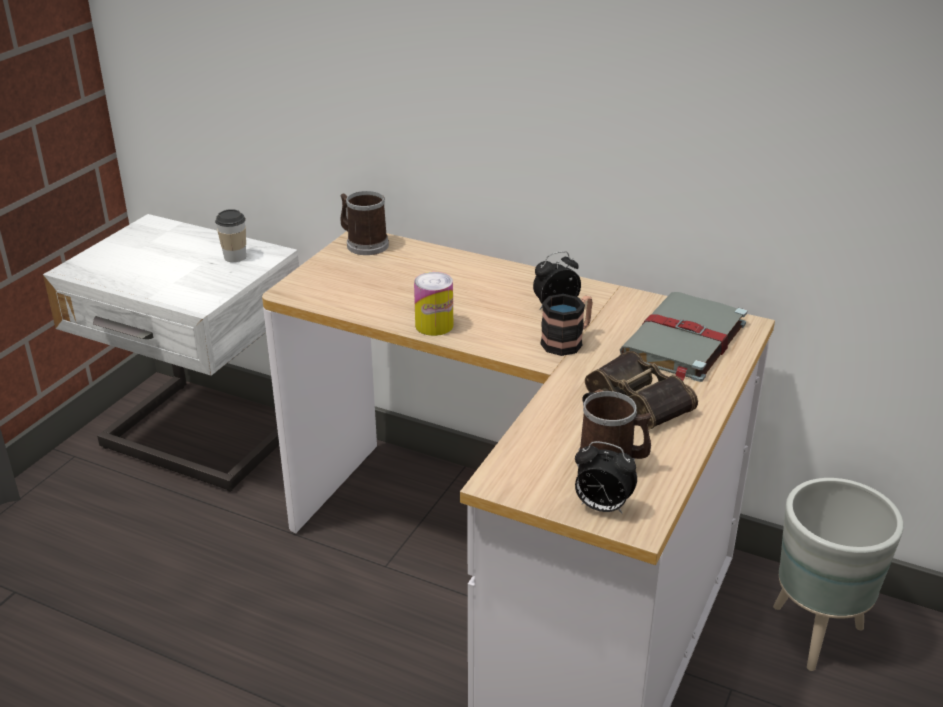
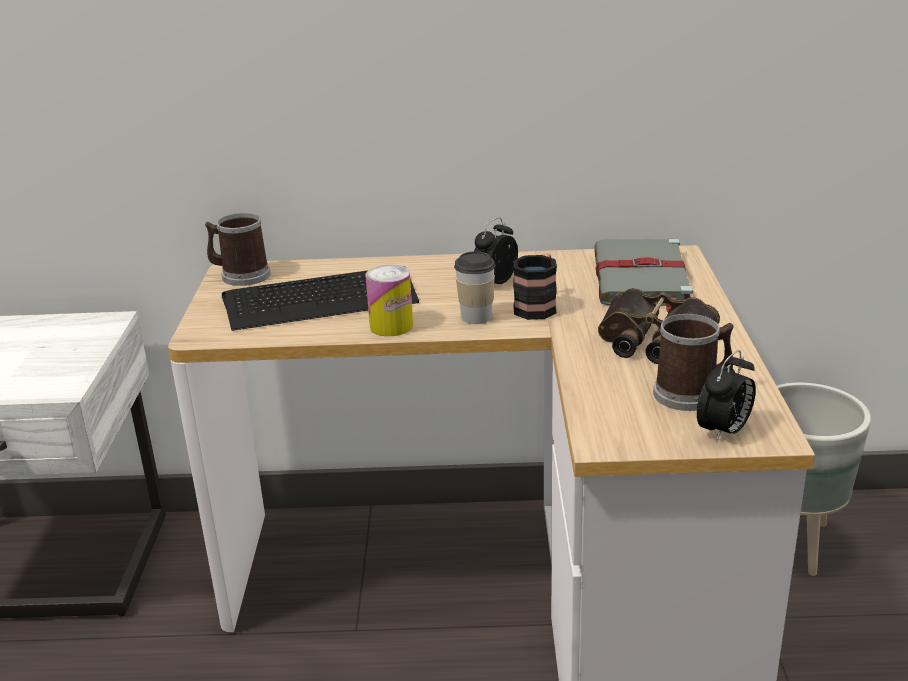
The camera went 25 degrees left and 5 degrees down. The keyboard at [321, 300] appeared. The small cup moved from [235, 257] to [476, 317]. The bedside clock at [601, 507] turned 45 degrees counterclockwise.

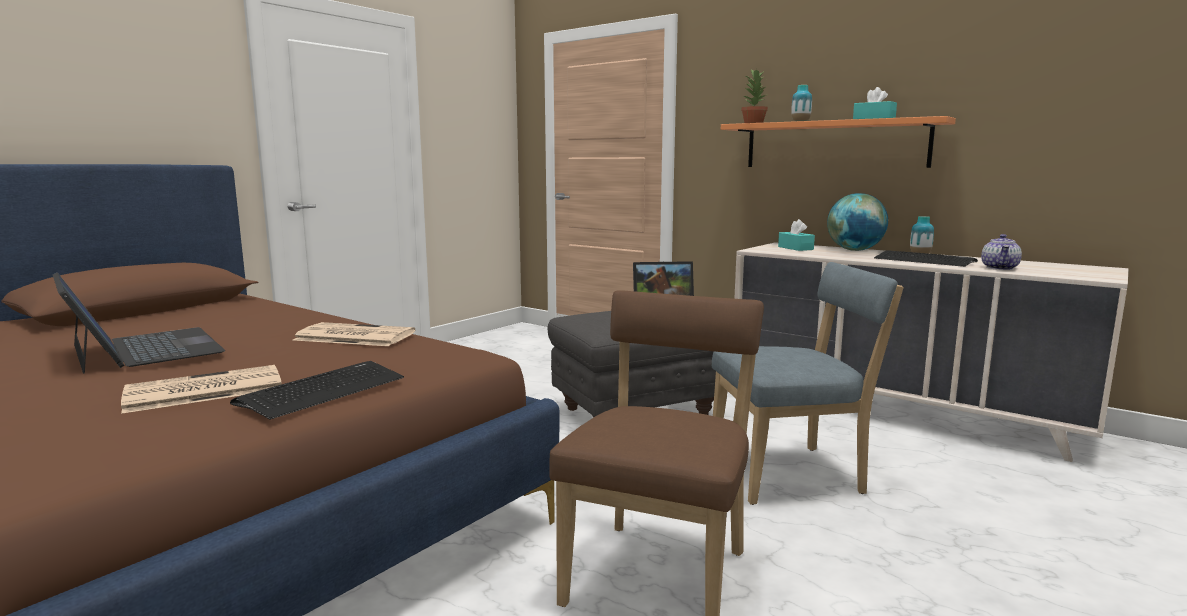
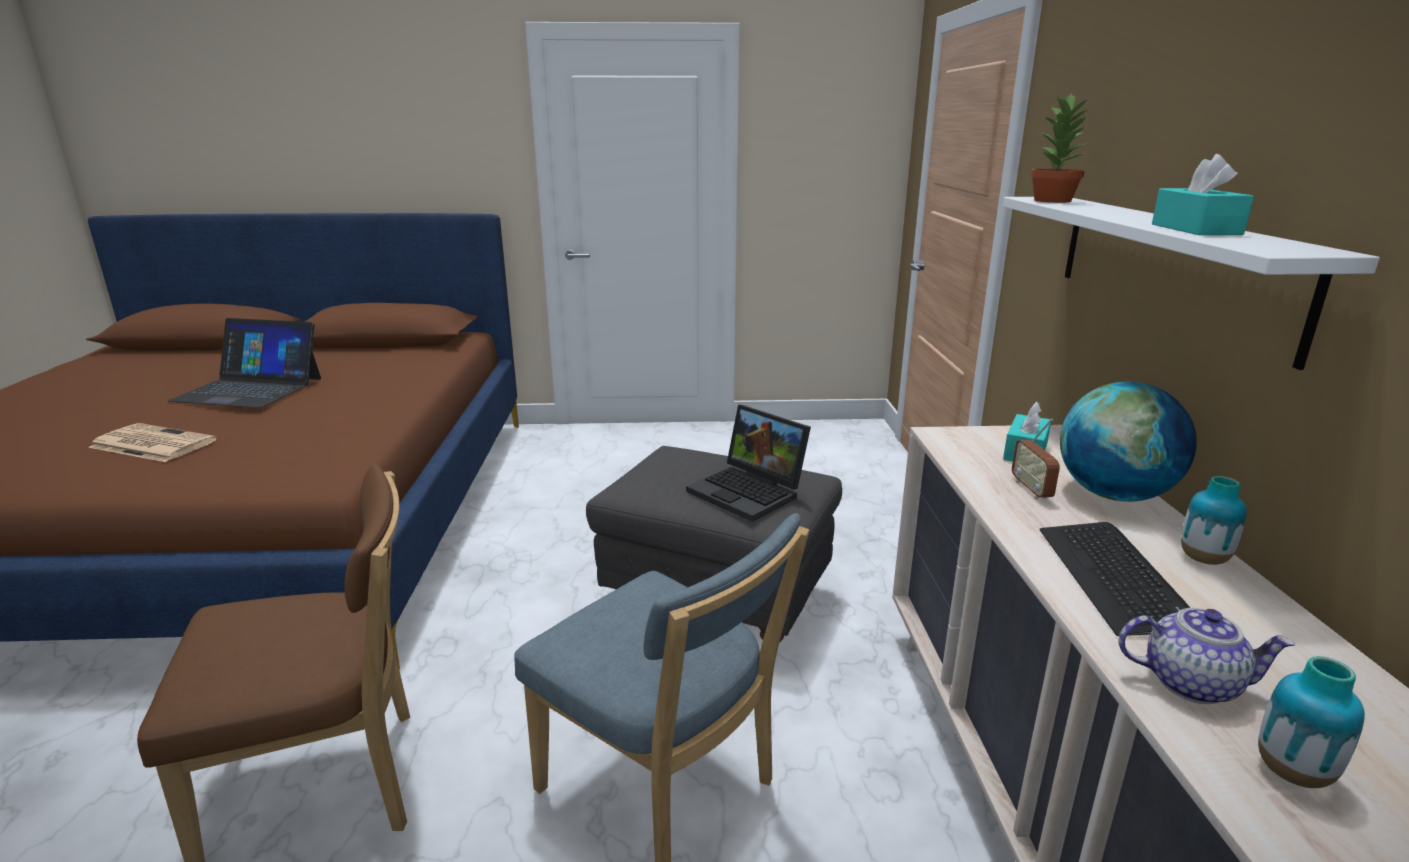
The camera went 50 degrees right and 10 degrees up. The keyboard at [323, 391] disappeared. The newspaper at [353, 336] disappeared. The radio set at [1031, 489] appeared. The flower vase moved from [800, 122] to [1292, 772]. The orange wall shelf at [834, 144] became the whitish wall shelf at [1168, 266]. The laptop at [143, 349] turned 90 degrees clockwise. The pot for tea at [1000, 268] turned 150 degrees counterclockwise.

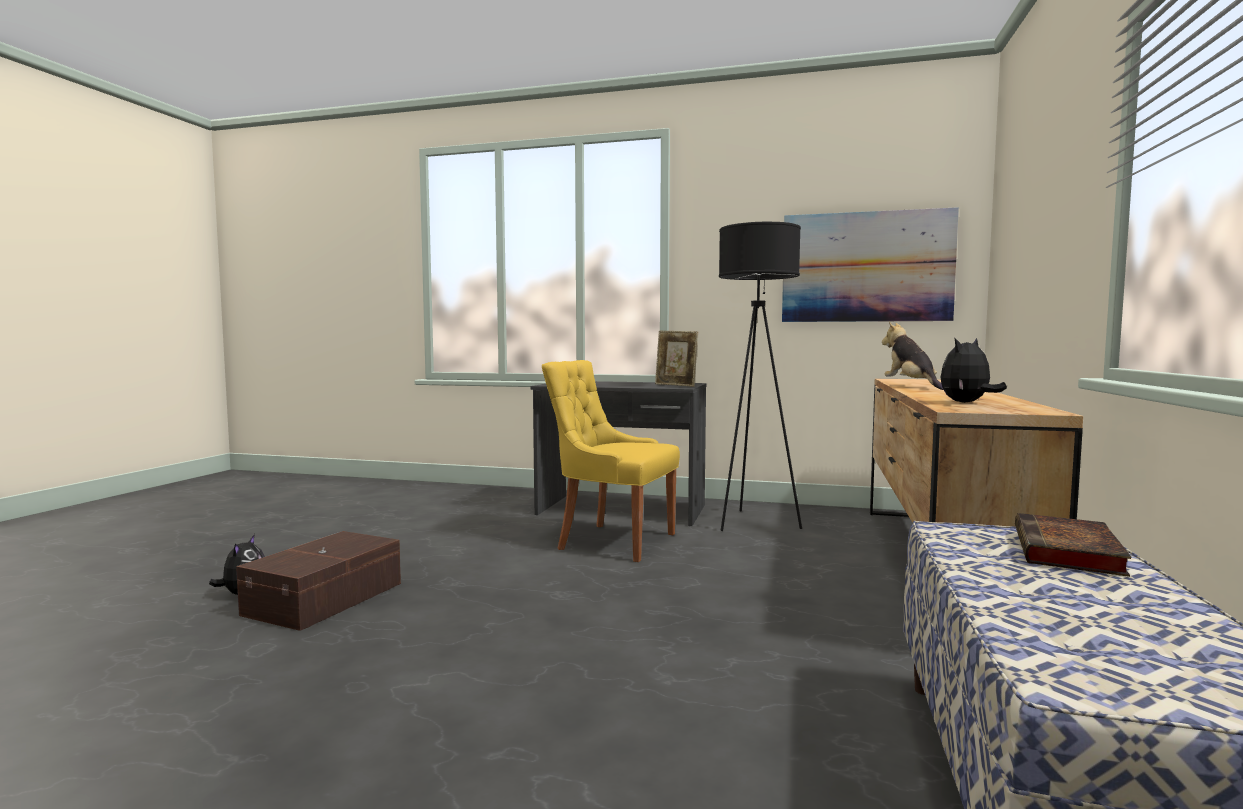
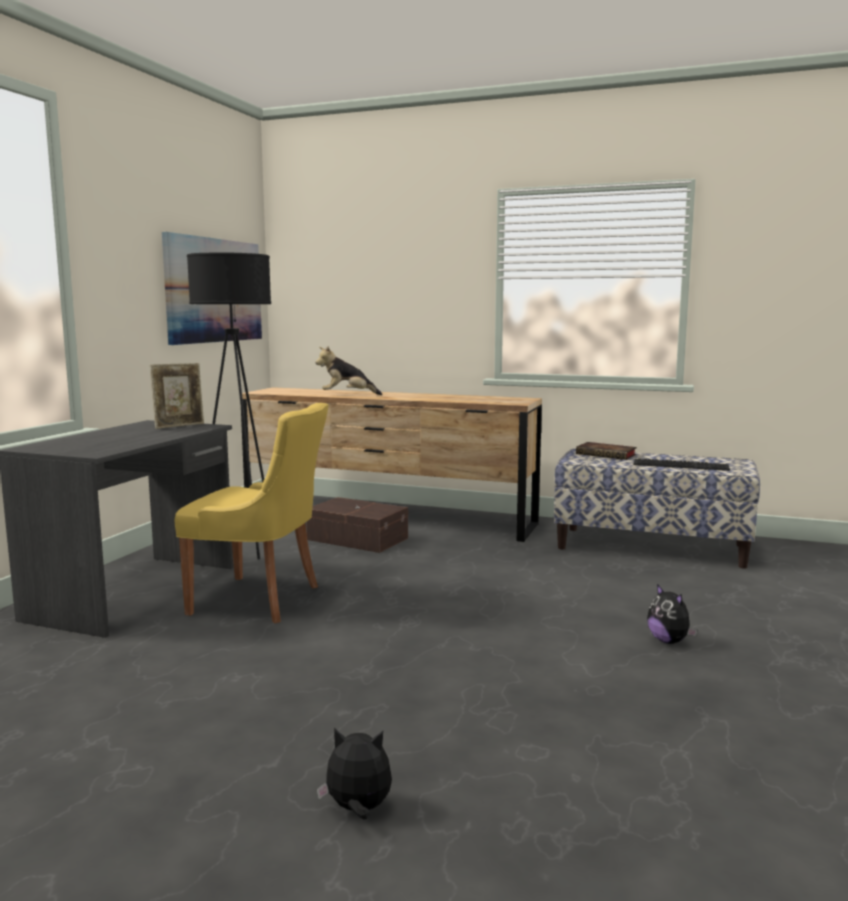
The camera went 85 degrees left and 5 degrees up. The keyboard at [681, 464] appeared. The brownish storage bin moved from [327, 598] to [357, 538]. The cuddly toy moved from [967, 403] to [669, 641]. The yellowish upright chair at [612, 541] turned 105 degrees counterclockwise.

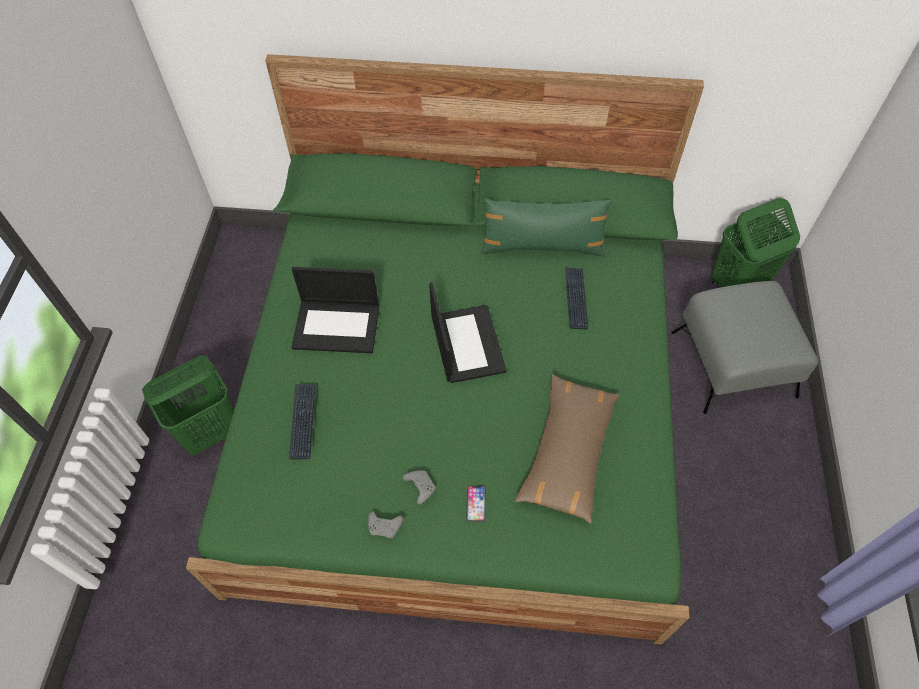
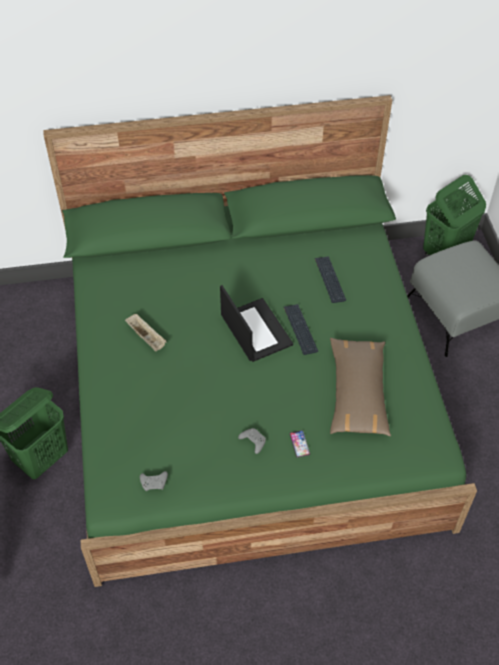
The camera went 15 degrees left and 5 degrees down. The green cushion at [542, 246] disappeared. The keyboard moved from [303, 421] to [300, 329]. The grey joypad moved from [385, 526] to [154, 483]. The laptop at [337, 326] was replaced by the sand-coloured serving tray at [147, 338].

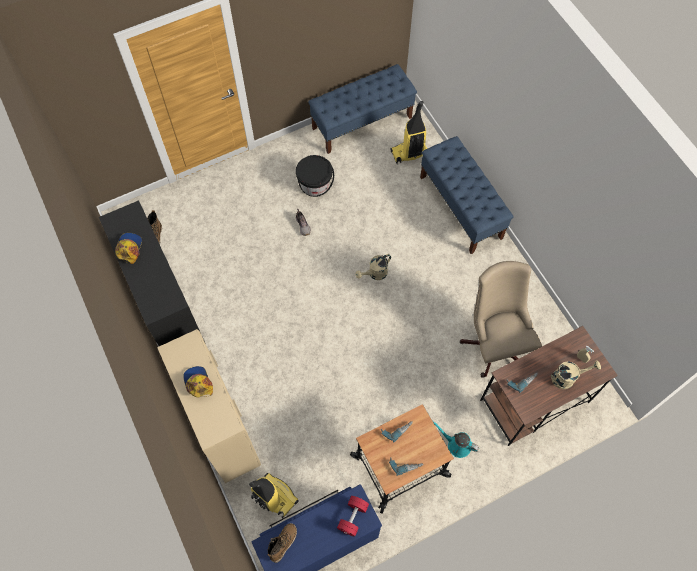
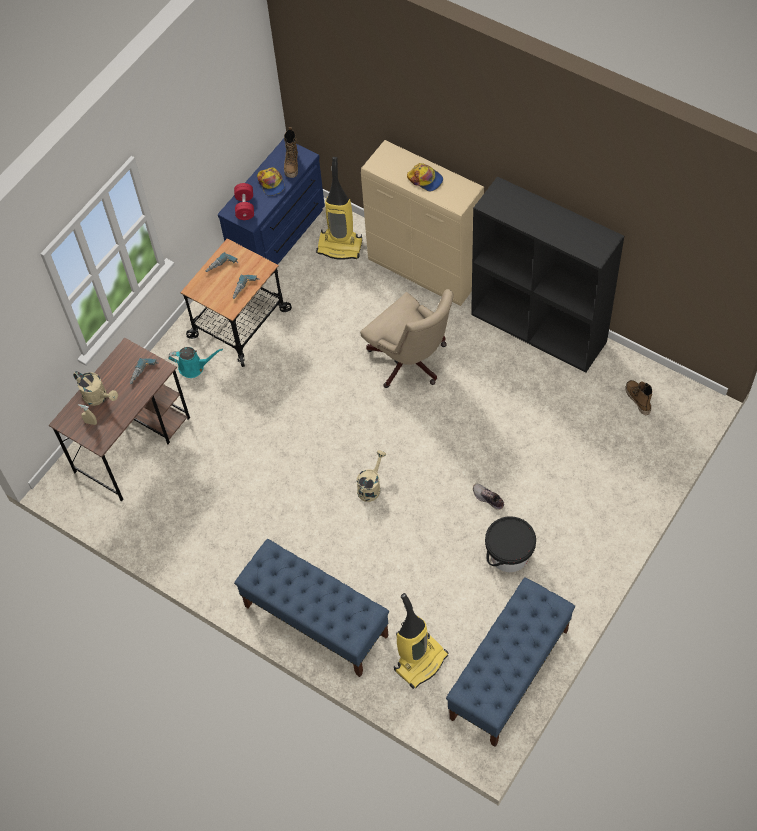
The camera went 155 degrees right and 5 degrees down. The peaked cap moved from [129, 248] to [271, 183]. The sand-coloured desk chair moved from [494, 342] to [411, 362]. The sand-coloured watering can at [567, 377] turned 105 degrees counterclockwise.

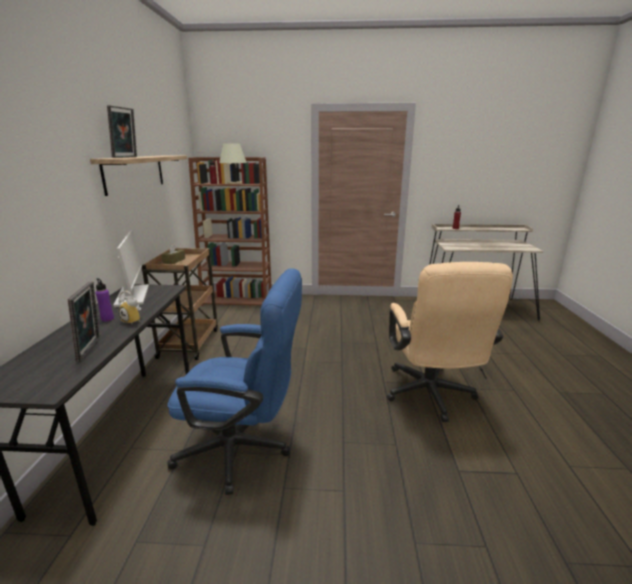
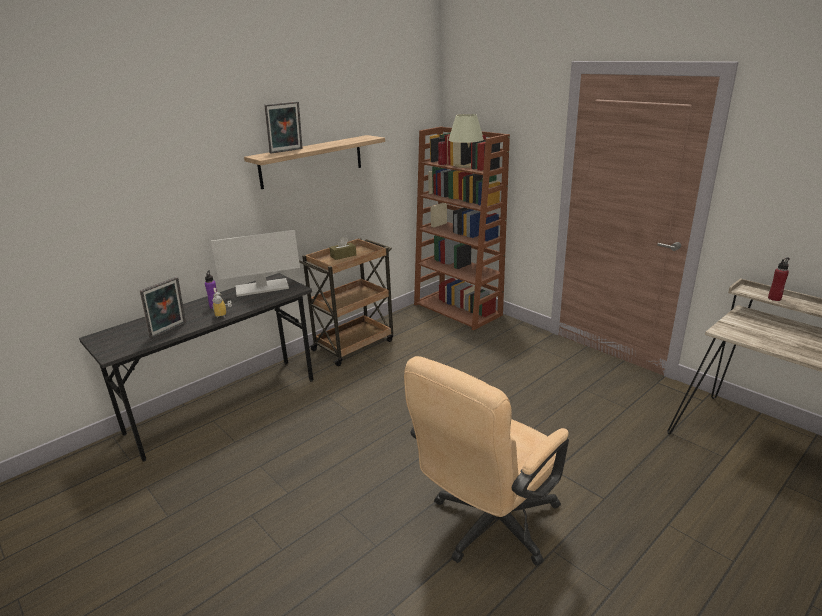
The camera went 45 degrees right and 5 degrees up. The blue desk chair at [243, 450] disappeared. The computer display at [132, 296] turned 45 degrees clockwise.

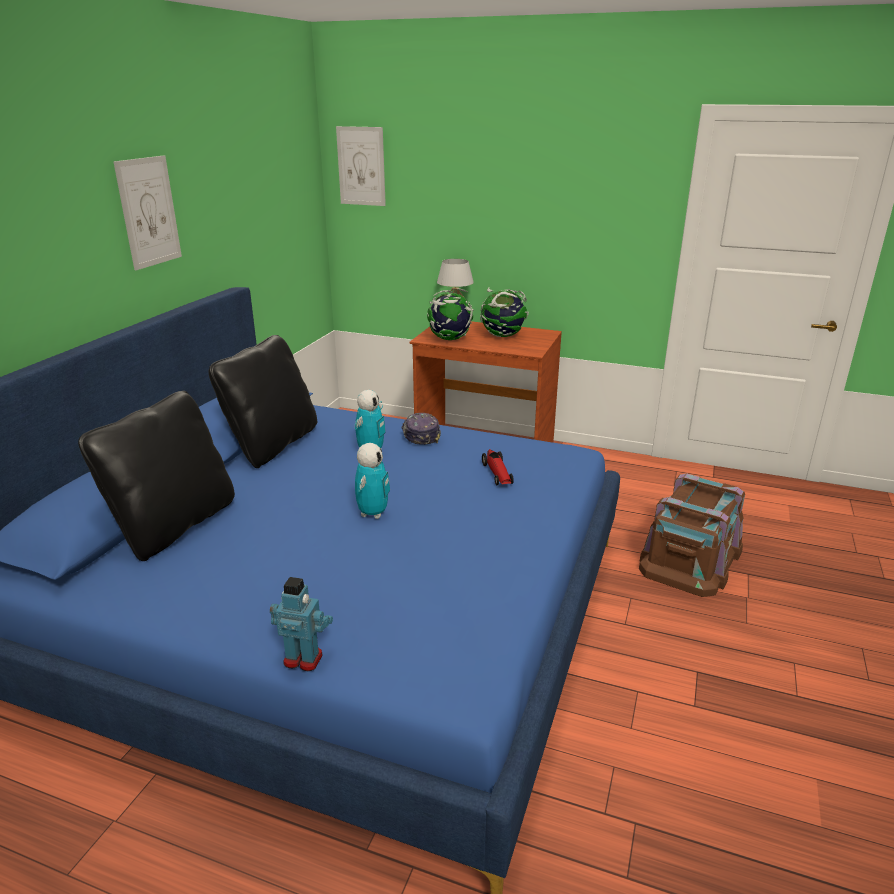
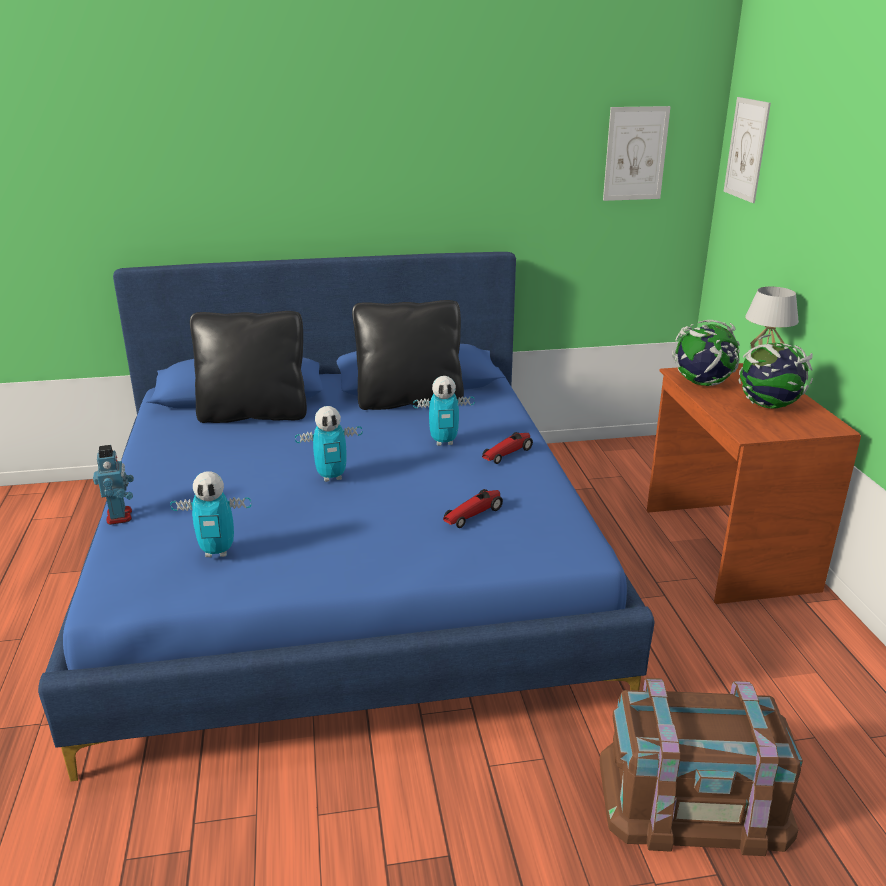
The camera went 60 degrees right and 0 degrees up. The model robot at [217, 551] appeared. The picture moved from [149, 212] to [635, 154]. The peaked cap at [420, 435] was replaced by the miniature car at [507, 453].

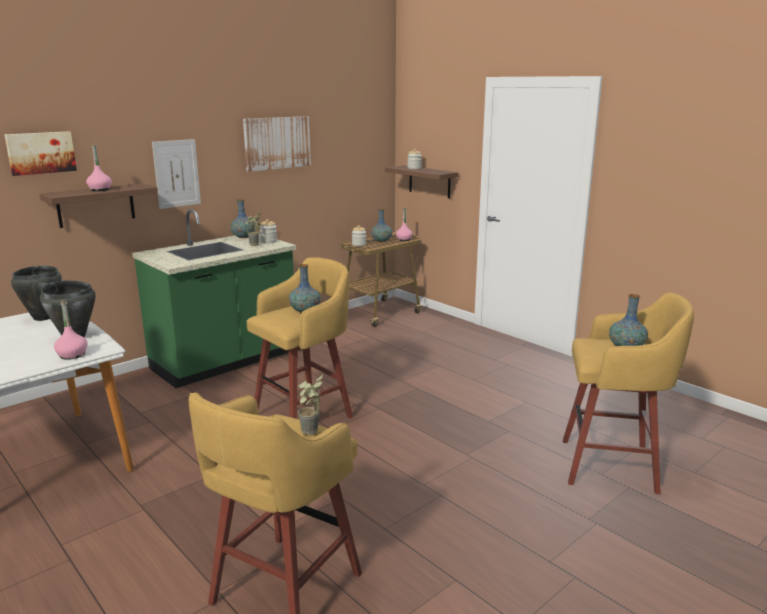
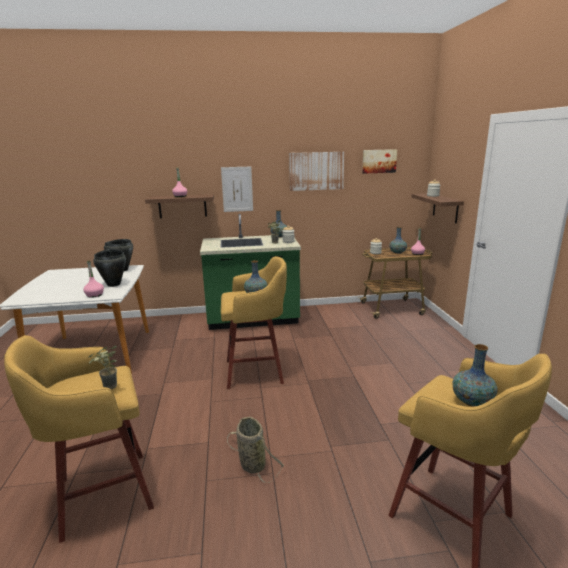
The camera went 35 degrees right and 0 degrees up. The storage basket at [251, 463] appeared. The picture moved from [41, 153] to [379, 161].

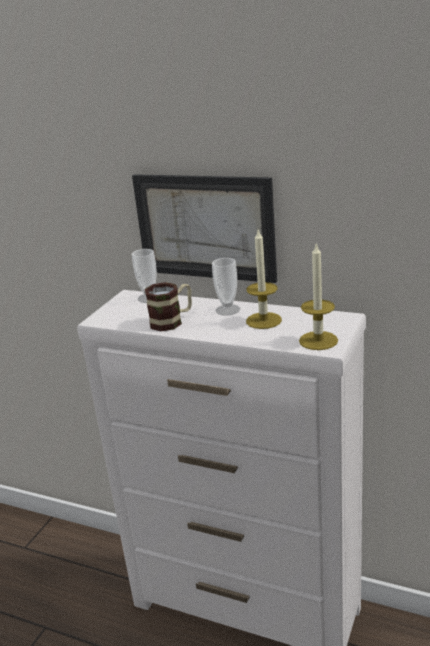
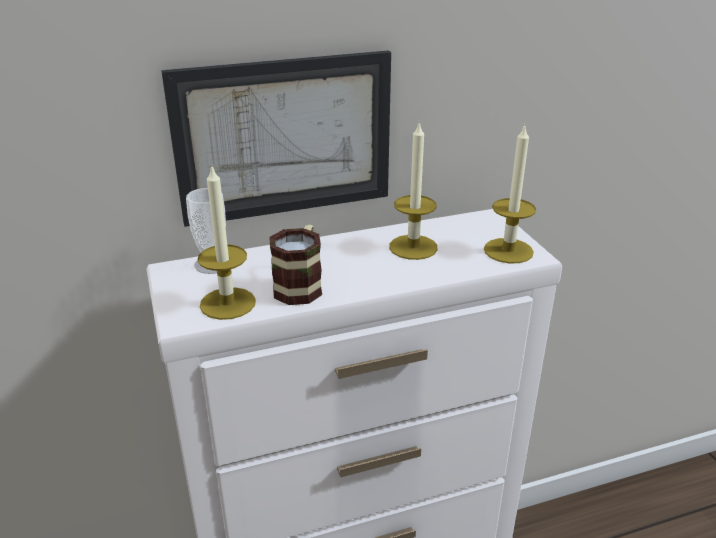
The camera went 45 degrees left and 5 degrees up. The small cup at [227, 310] disappeared. The candle at [227, 303] appeared.

